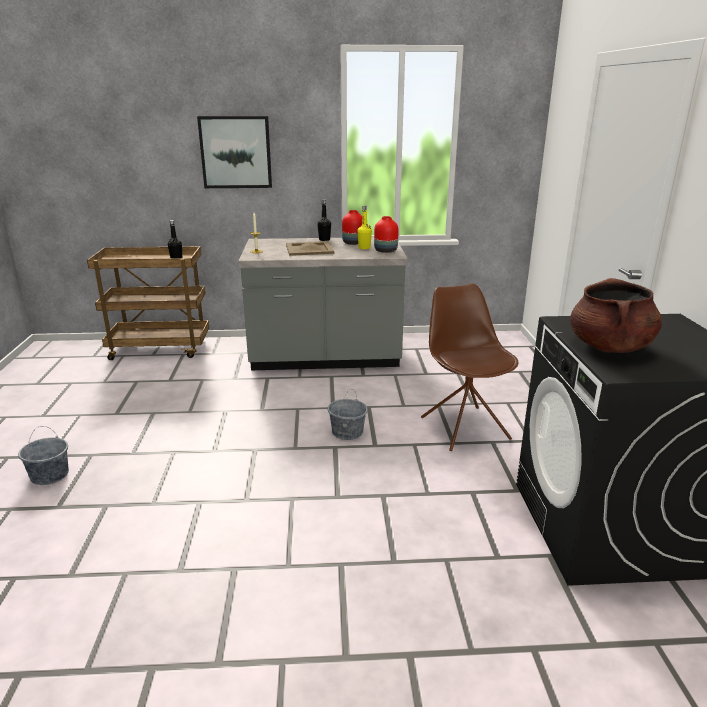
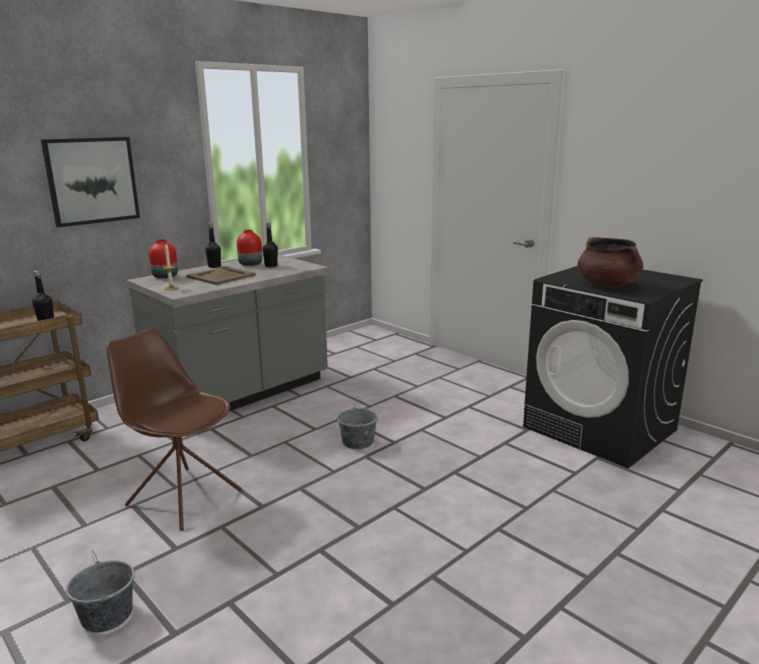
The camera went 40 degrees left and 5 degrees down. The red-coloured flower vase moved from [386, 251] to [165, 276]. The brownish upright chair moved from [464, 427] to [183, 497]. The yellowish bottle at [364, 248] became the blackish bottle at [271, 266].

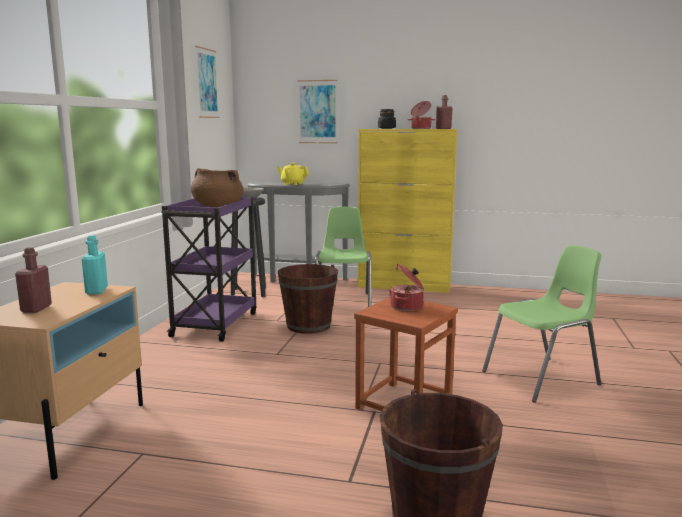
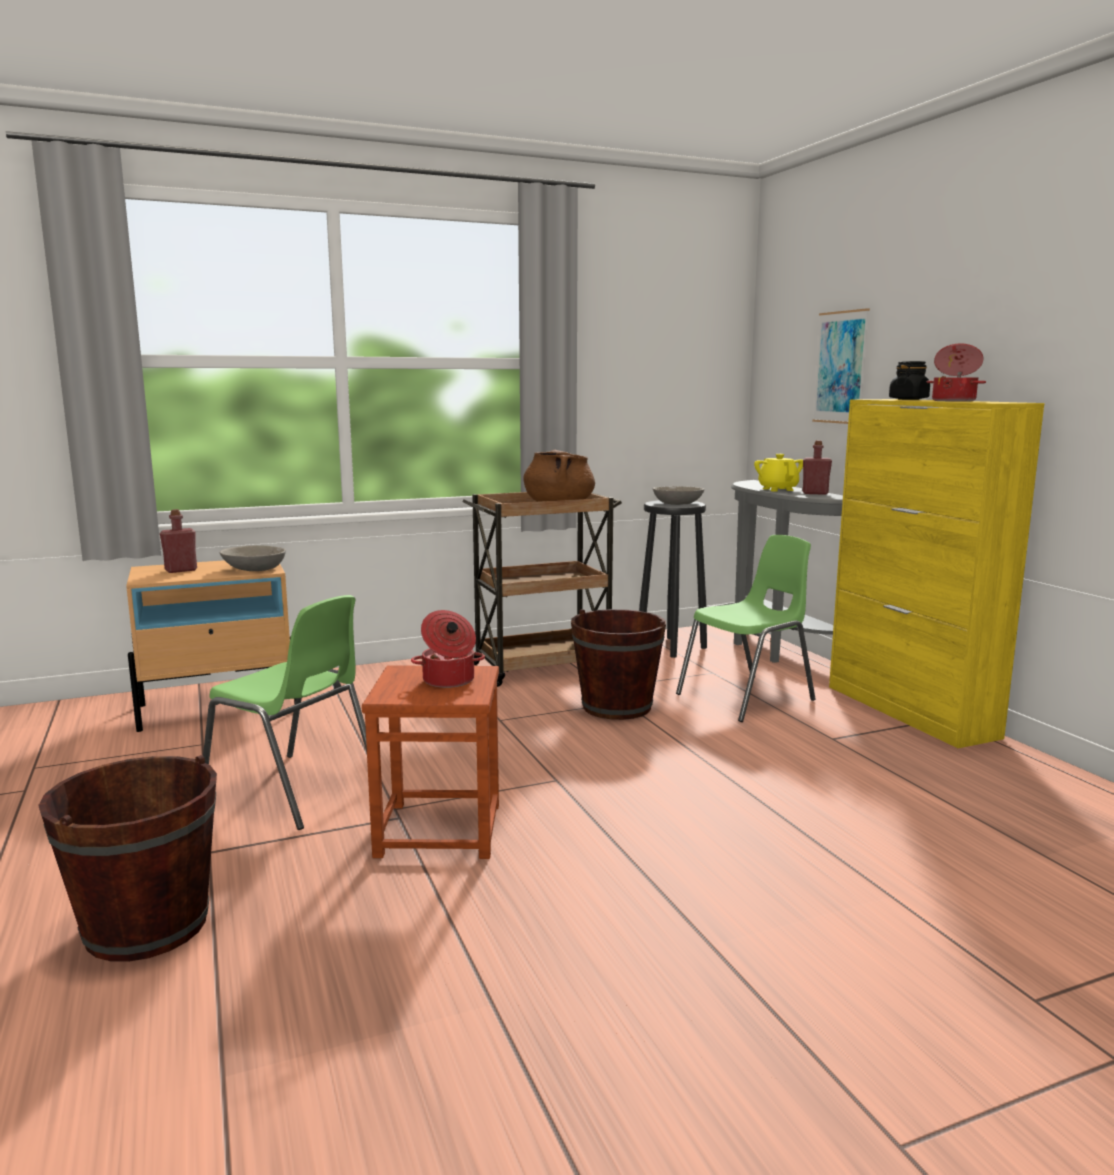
The camera went 55 degrees right and 0 degrees up. The picture at [207, 83] disappeared. The red-coloured bottle moved from [443, 128] to [815, 493]. The green upright chair moved from [543, 378] to [294, 792]. The turquoise bottle at [96, 291] was replaced by the grey deep dish at [254, 568]. The purple-coloured cart at [216, 323] became the brownish cart at [542, 667].

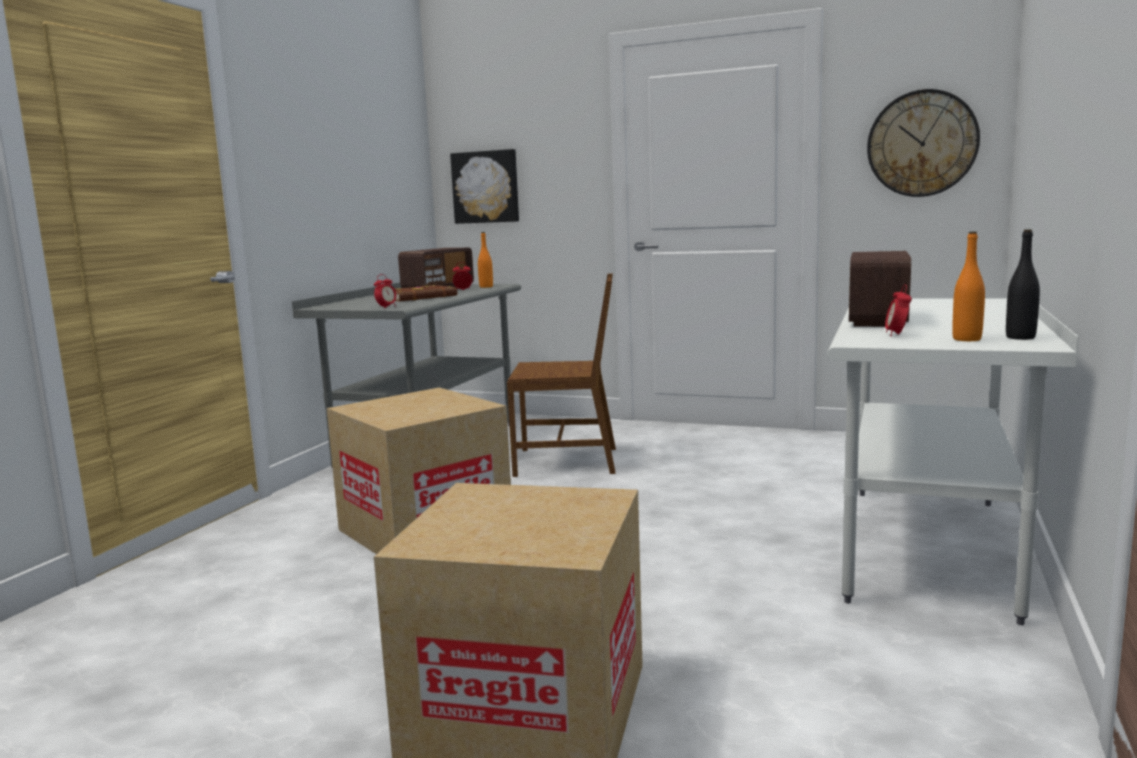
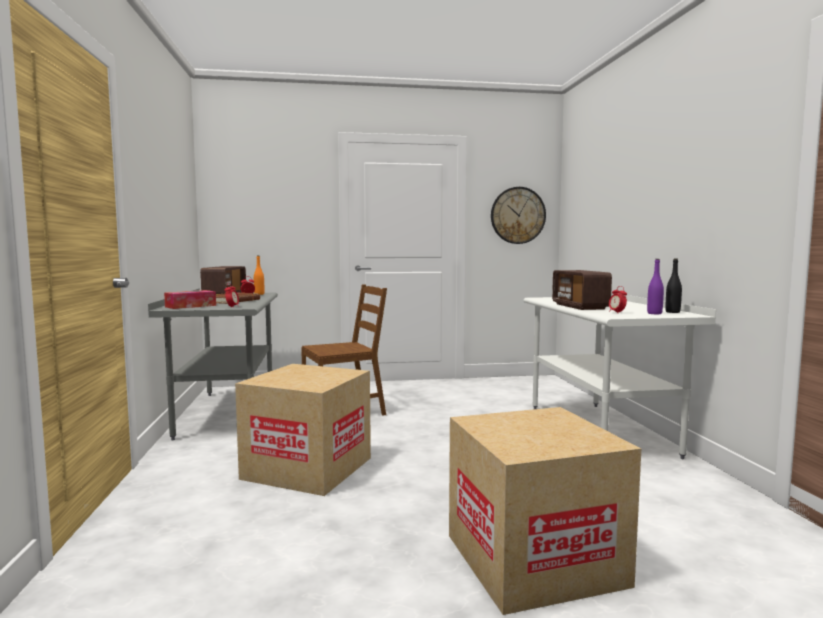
The camera went 30 degrees left and 5 degrees down. The picture at [486, 187] disappeared. The tissue holder at [190, 306] appeared. The orange bottle at [966, 339] became the purple-coloured bottle at [654, 313].

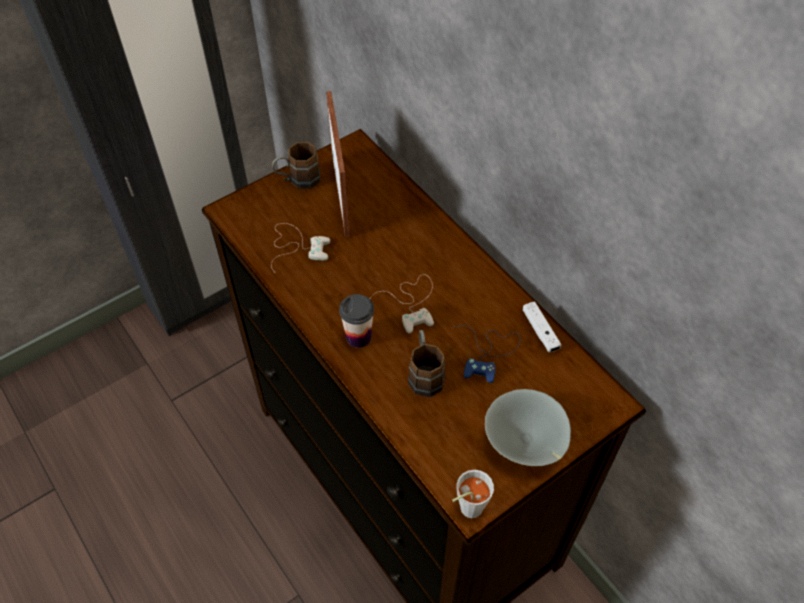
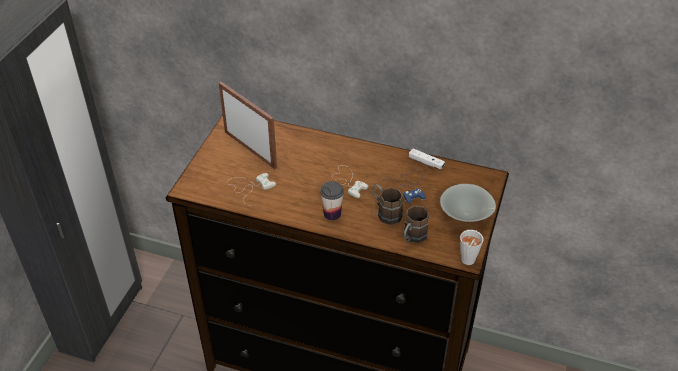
The camera went 35 degrees left and 10 degrees down. The brownish mug moved from [298, 180] to [412, 238].

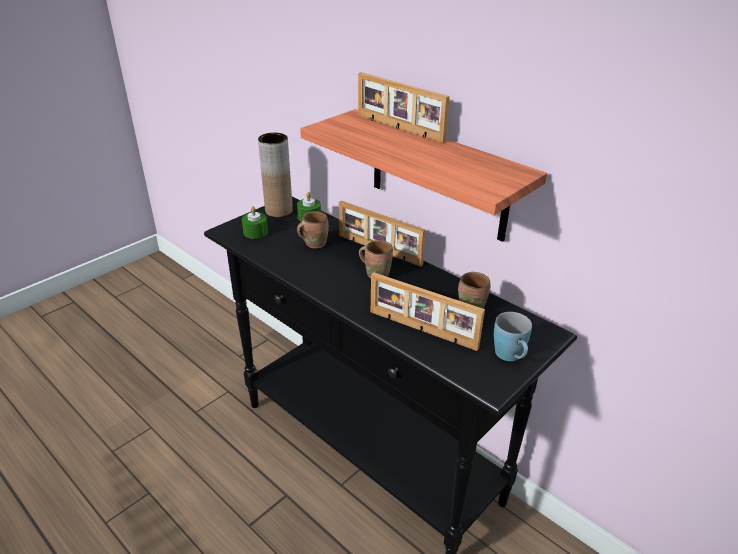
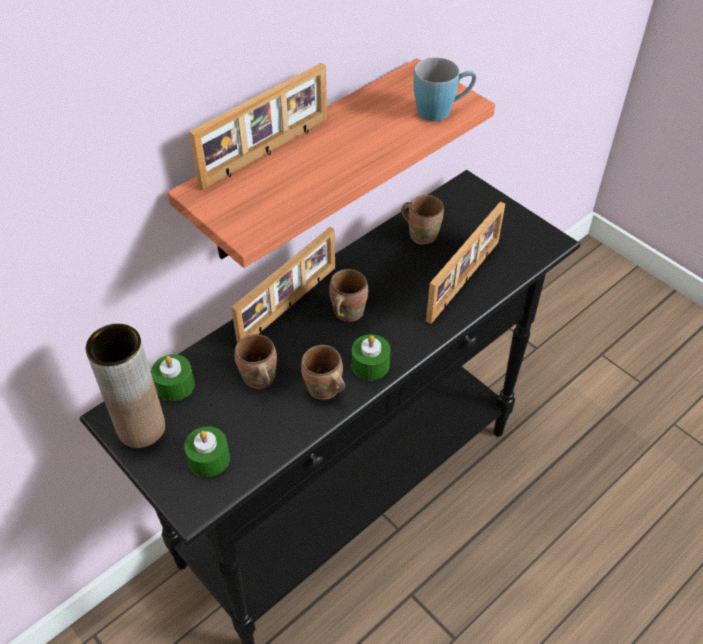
The camera went 85 degrees left and 15 degrees up. The brownish mug at [323, 390] appeared. The green candle at [370, 365] appeared. The blue mug moved from [511, 357] to [441, 110].

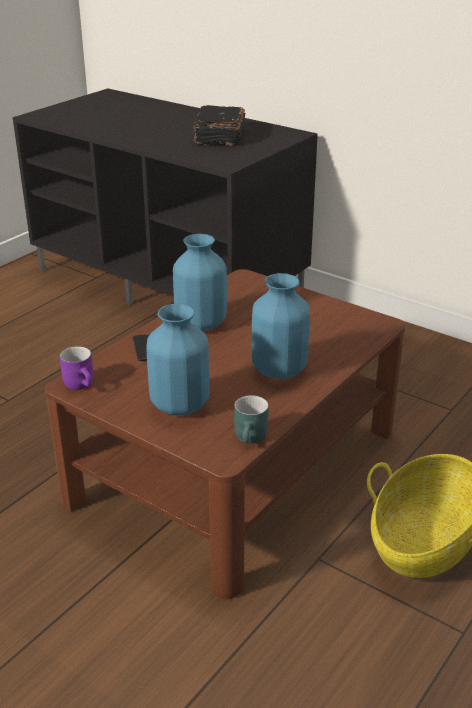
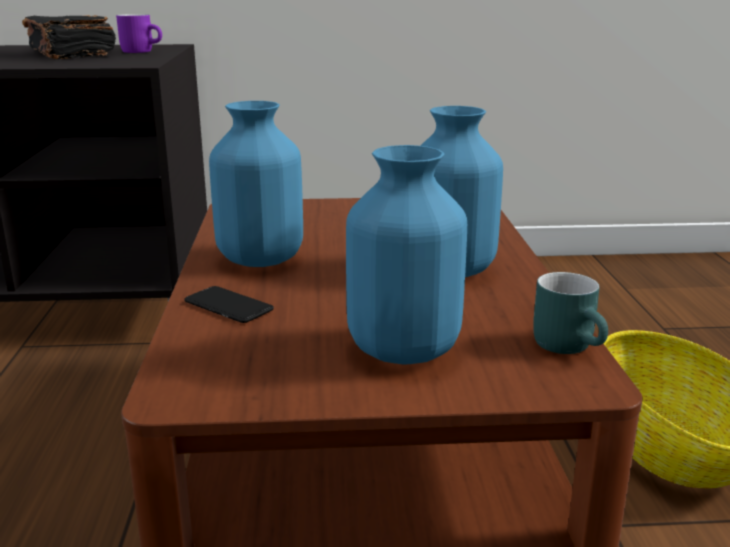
The camera went 40 degrees left and 10 degrees down. The purple-coloured mug moved from [83, 384] to [142, 51].

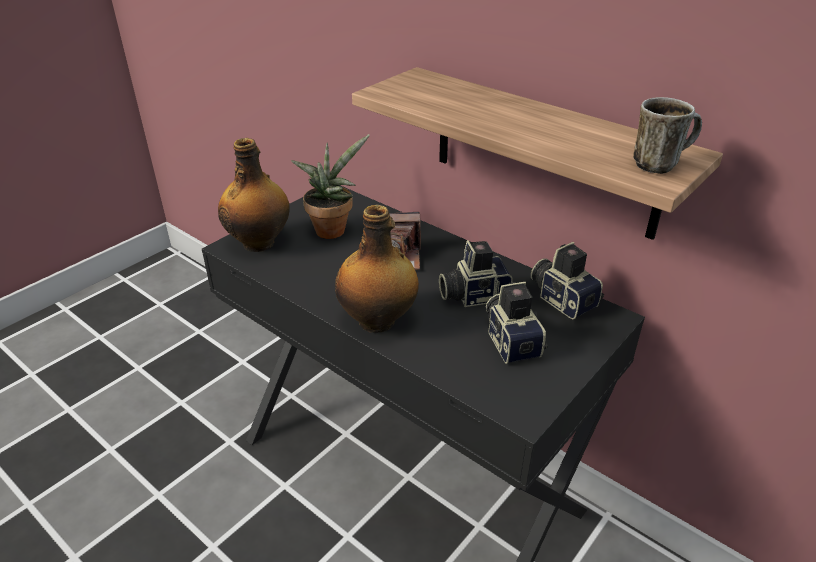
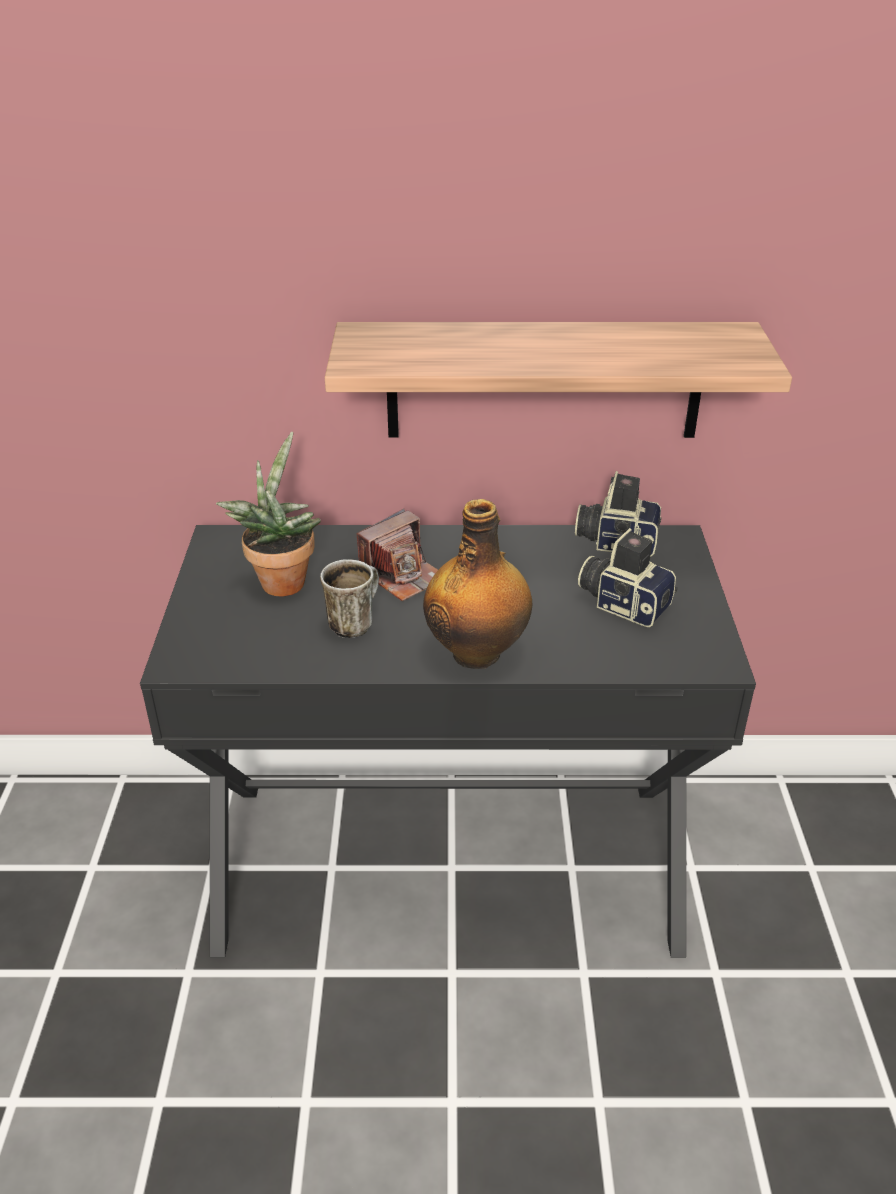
The camera went 40 degrees left and 0 degrees up. The bottle at [260, 242] disappeared. The photo camera at [473, 294] disappeared. The mug moved from [659, 164] to [354, 622].

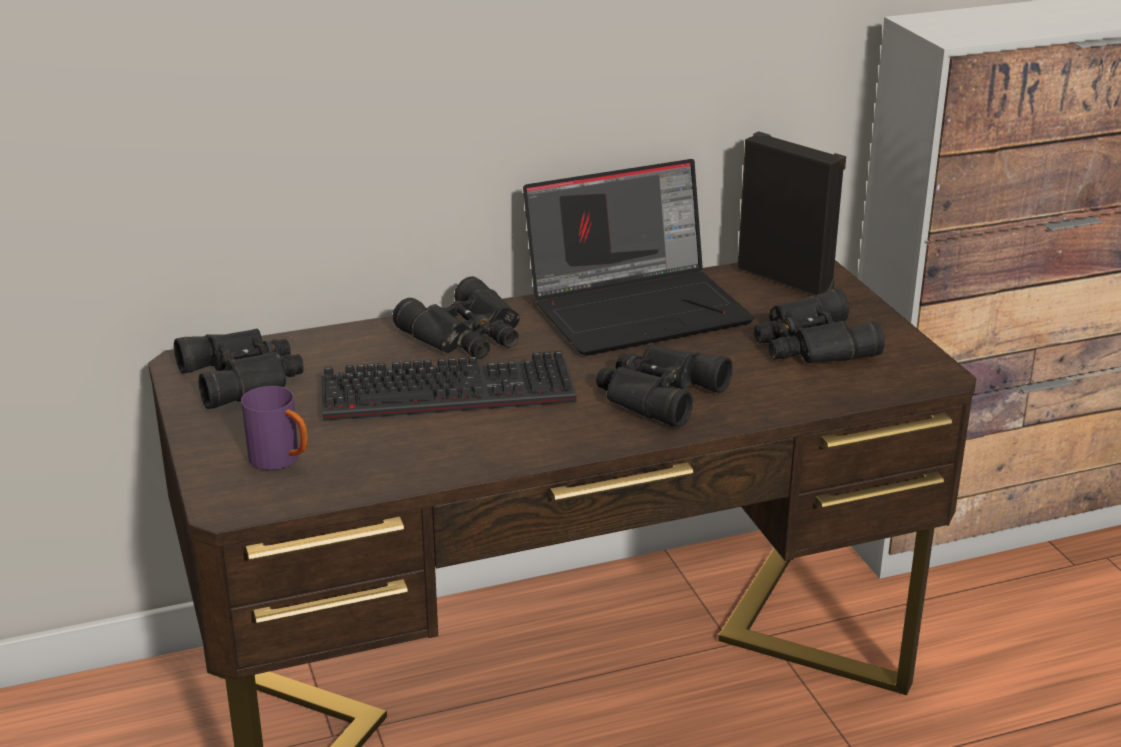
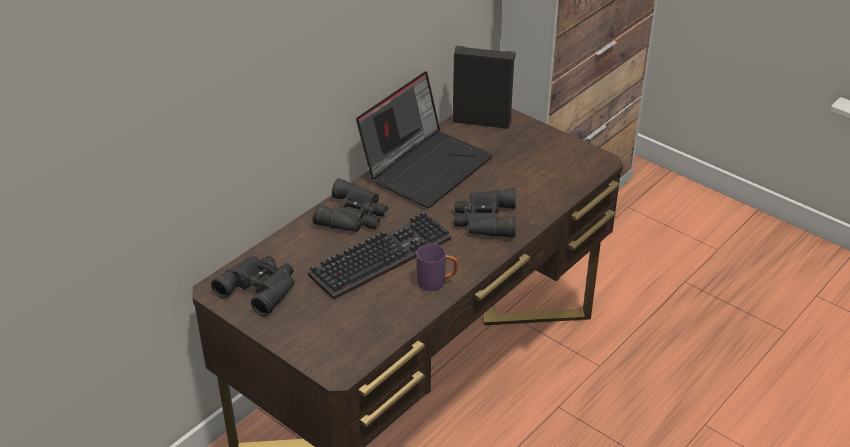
The camera went 30 degrees left and 10 degrees up. The blackish field glasses at [811, 344] disappeared. The purple-coloured mug moved from [282, 461] to [437, 282].

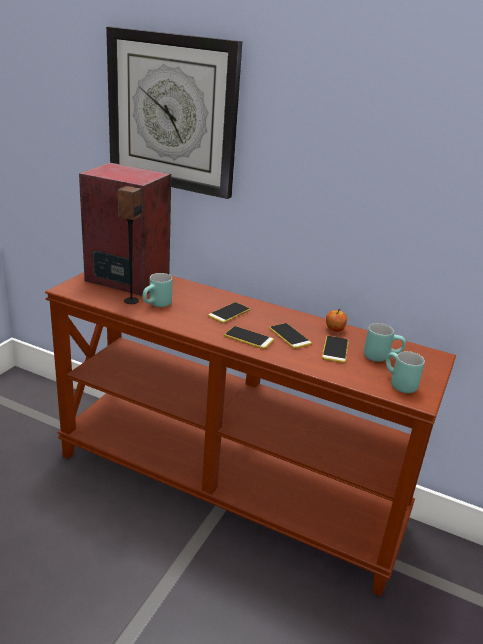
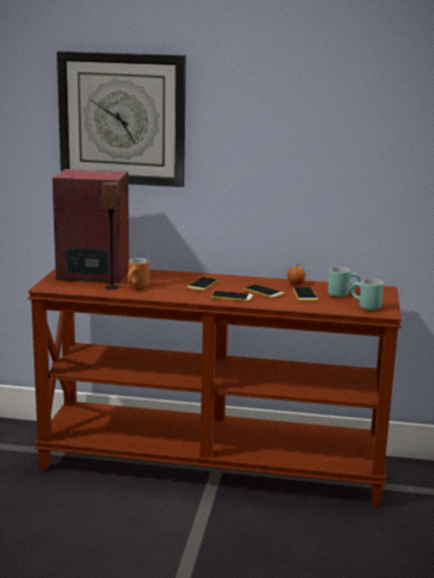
The camera went 15 degrees left and 10 degrees down. The turquoise mug at [157, 305] became the orange mug at [138, 287].

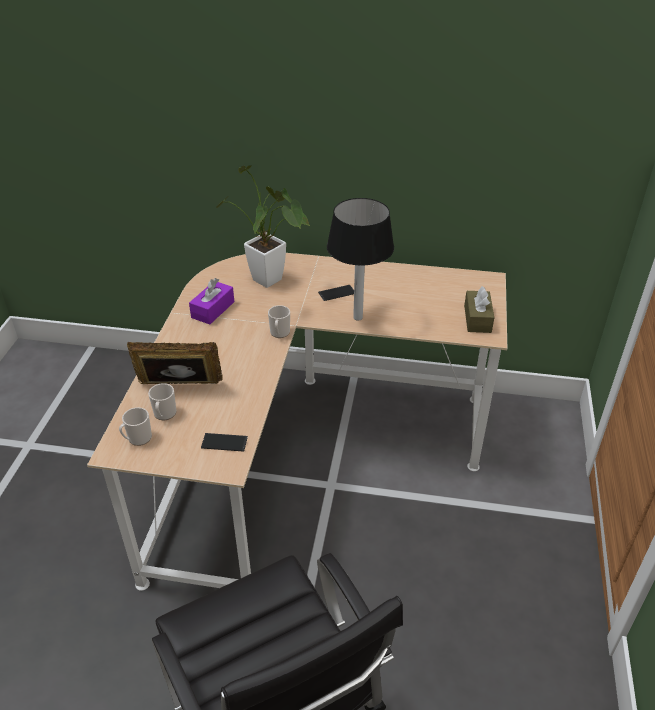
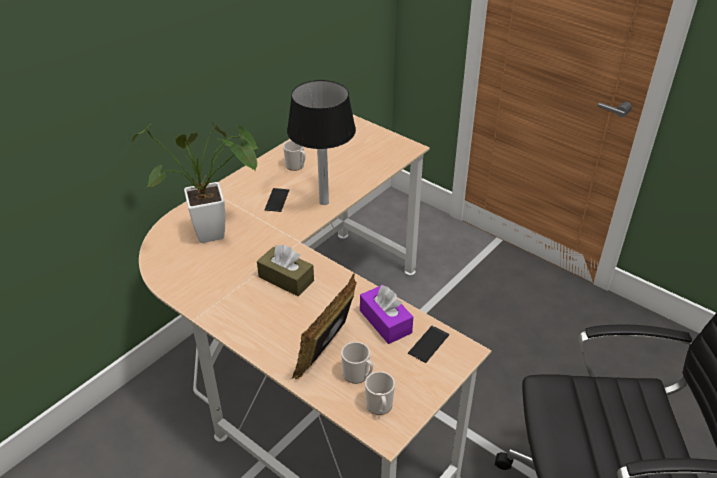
The camera went 60 degrees left and 0 degrees up. The purple-coloured tissue holder moved from [213, 310] to [385, 321]. The mug moved from [279, 333] to [296, 166]. The brownish tissue holder moved from [477, 319] to [286, 279].

